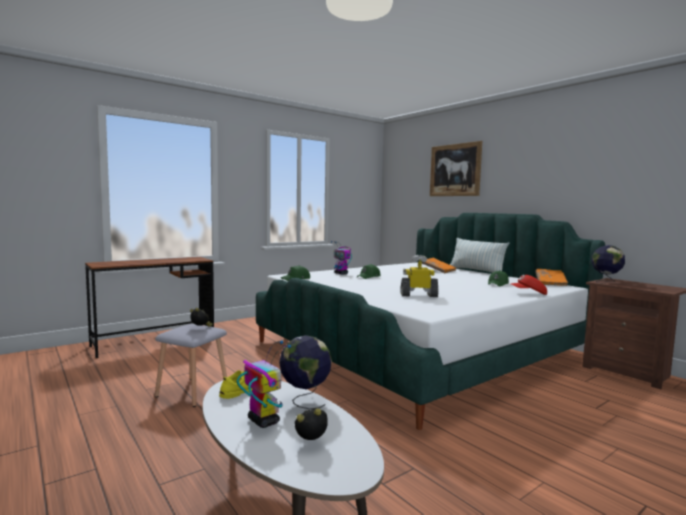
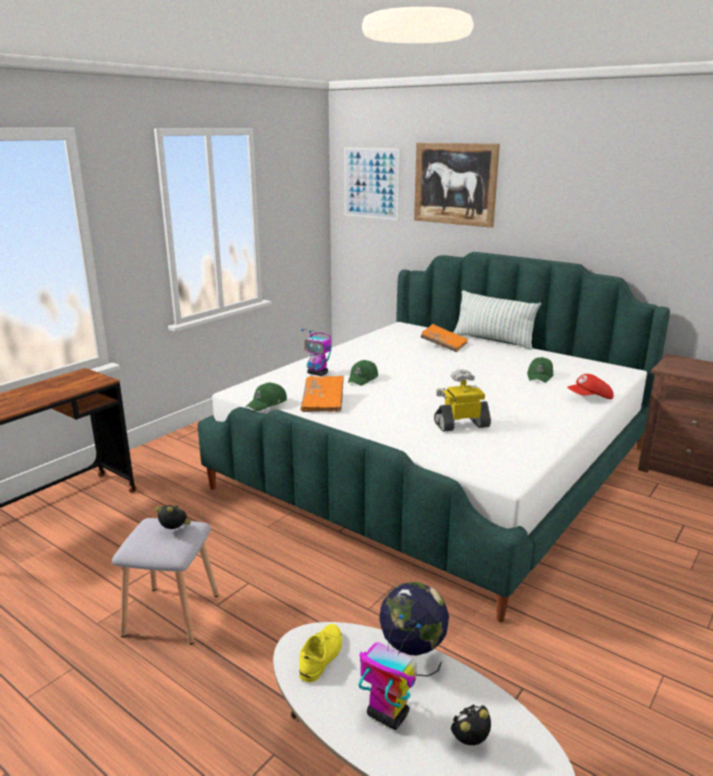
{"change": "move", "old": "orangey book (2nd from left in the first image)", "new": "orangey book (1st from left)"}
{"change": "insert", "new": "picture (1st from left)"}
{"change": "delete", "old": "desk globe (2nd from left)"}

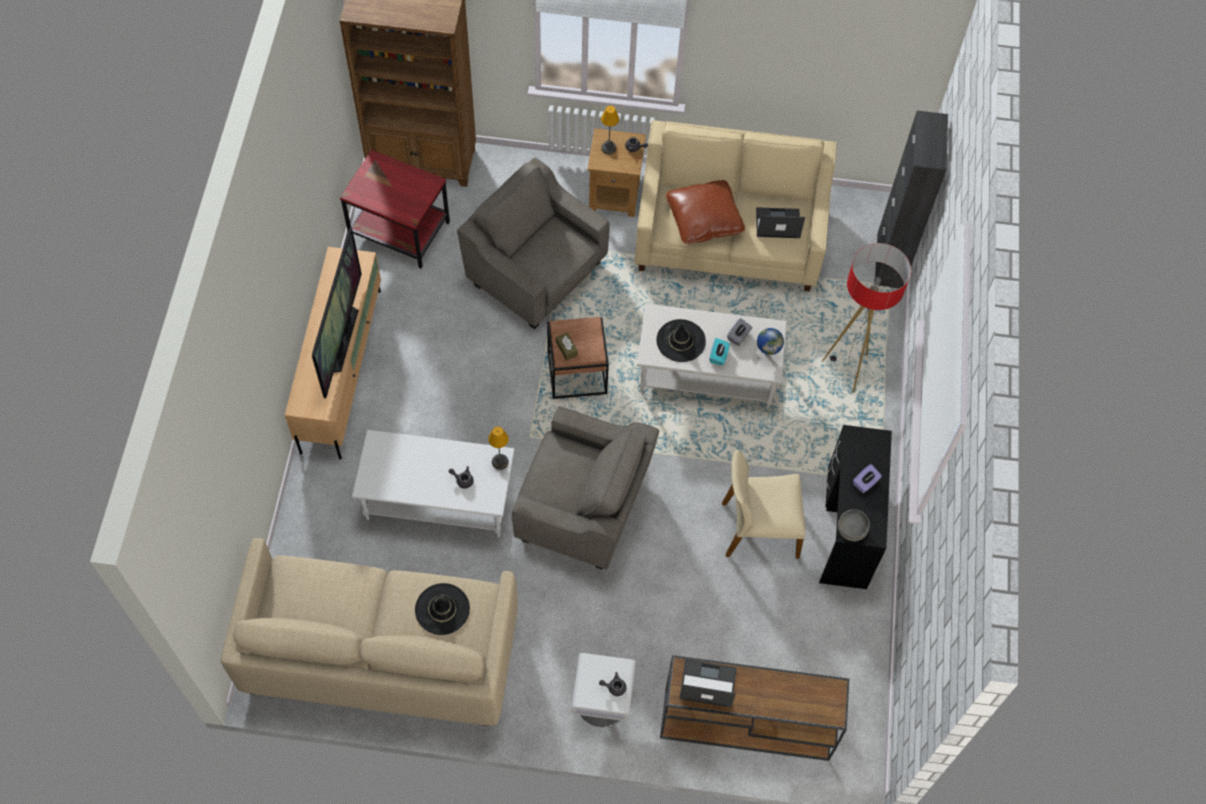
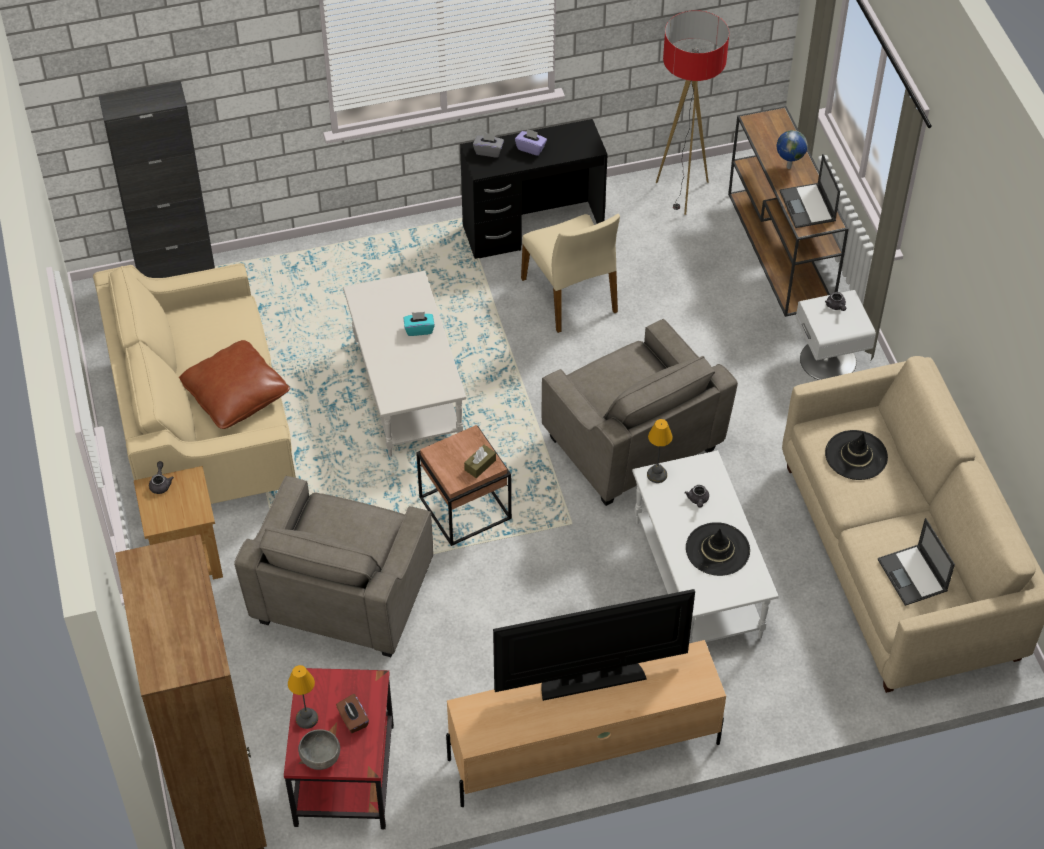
{"change": "move", "old": "lamp for a table (2nd from left in the first image)", "new": "lamp for a table (1st from left)"}
{"change": "move", "old": "gray deep dish"}
{"change": "insert", "new": "brown-coloured tissue holder (1st from left)"}
{"change": "move", "old": "gray tissue holder"}
{"change": "rotate", "old": "gray armchair (2nd from left)", "degrees": 150}
{"change": "move", "old": "standing lamp"}
{"change": "move", "old": "black clothing hat (2nd from left in the first image)", "new": "black clothing hat (1st from left)"}
{"change": "move", "old": "desk globe"}
{"change": "move", "old": "notebook computer (2nd from left)"}

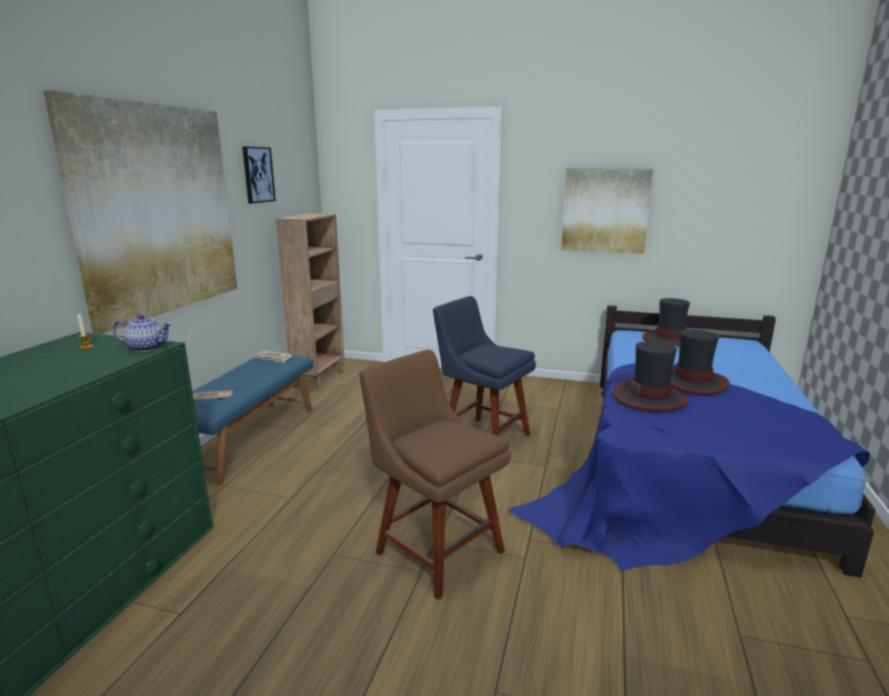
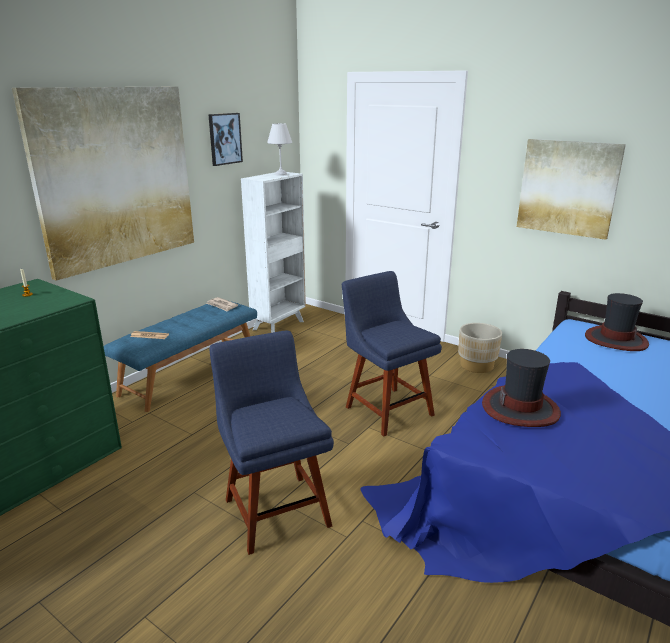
{"change": "recolor", "old": "brown-coloured upright chair", "new": "blue upright chair (1st from left)"}
{"change": "recolor", "old": "brown-coloured bookshelf", "new": "white-coloured bookshelf"}
{"change": "insert", "new": "white-coloured lamp for a table"}
{"change": "insert", "new": "beige planter"}
{"change": "delete", "old": "teapot"}
{"change": "delete", "old": "clothing hat (3rd from left)"}

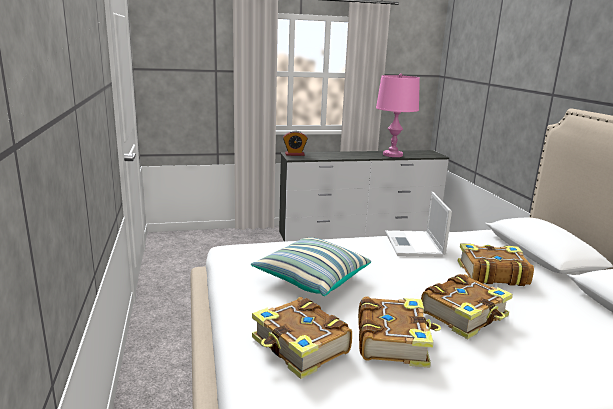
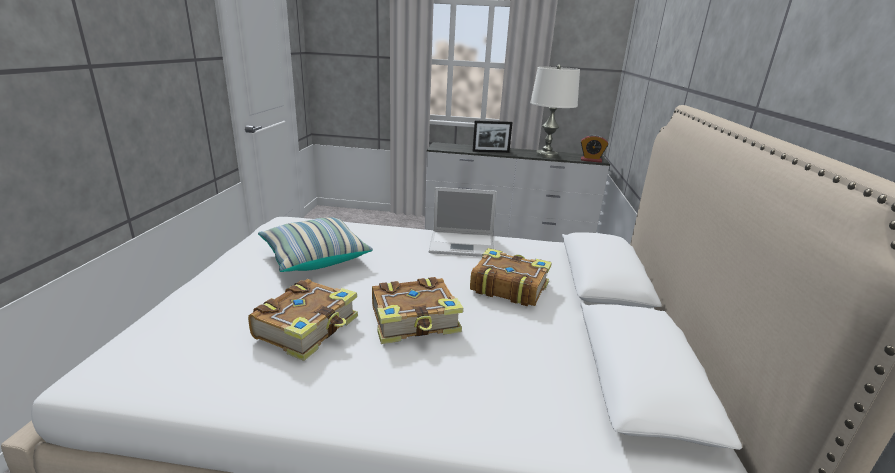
{"change": "rotate", "old": "notebook computer", "degrees": -105}
{"change": "insert", "new": "picture frame"}
{"change": "recolor", "old": "pinkish lamp for a table", "new": "white-coloured lamp for a table"}
{"change": "move", "old": "table clock"}
{"change": "delete", "old": "book (1st from left)"}

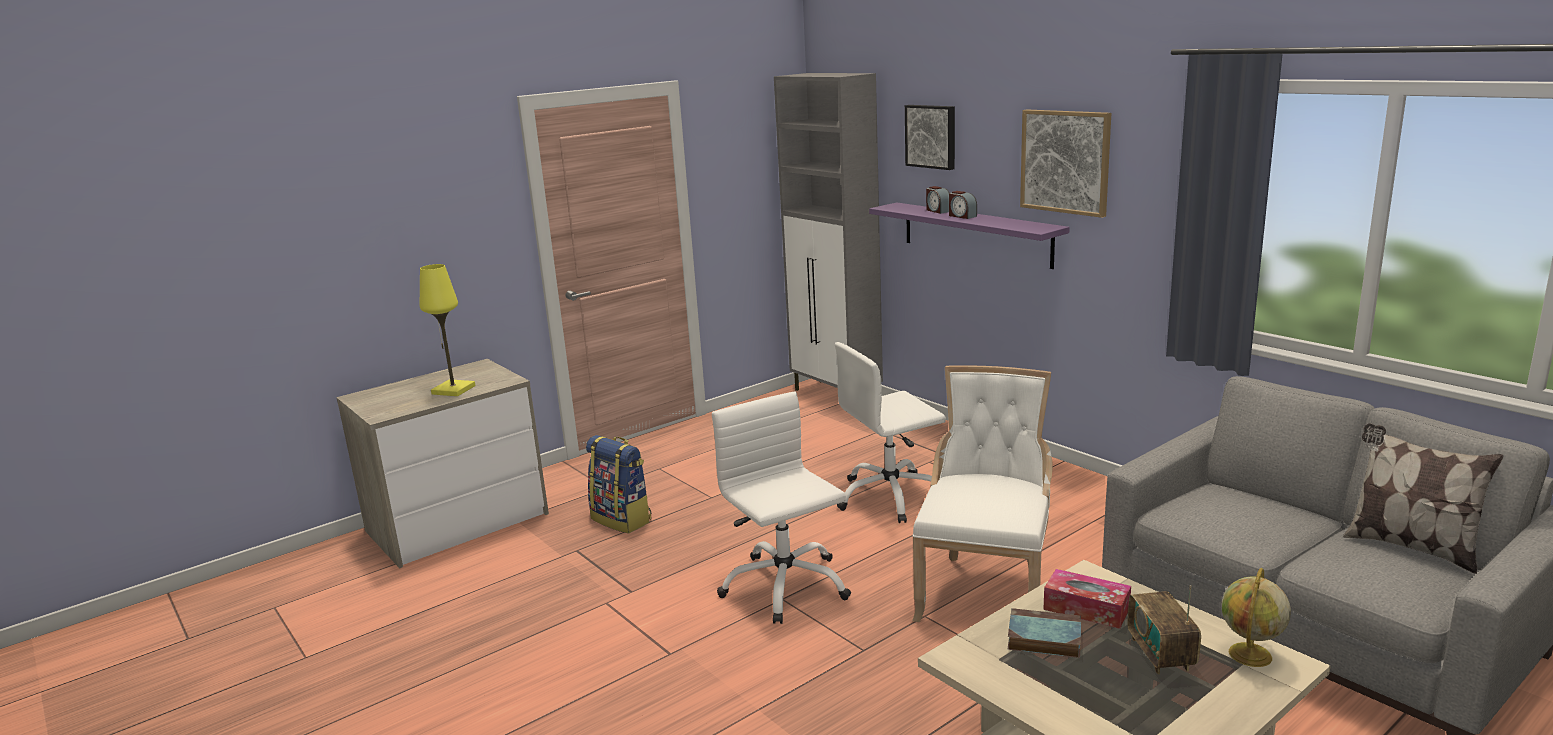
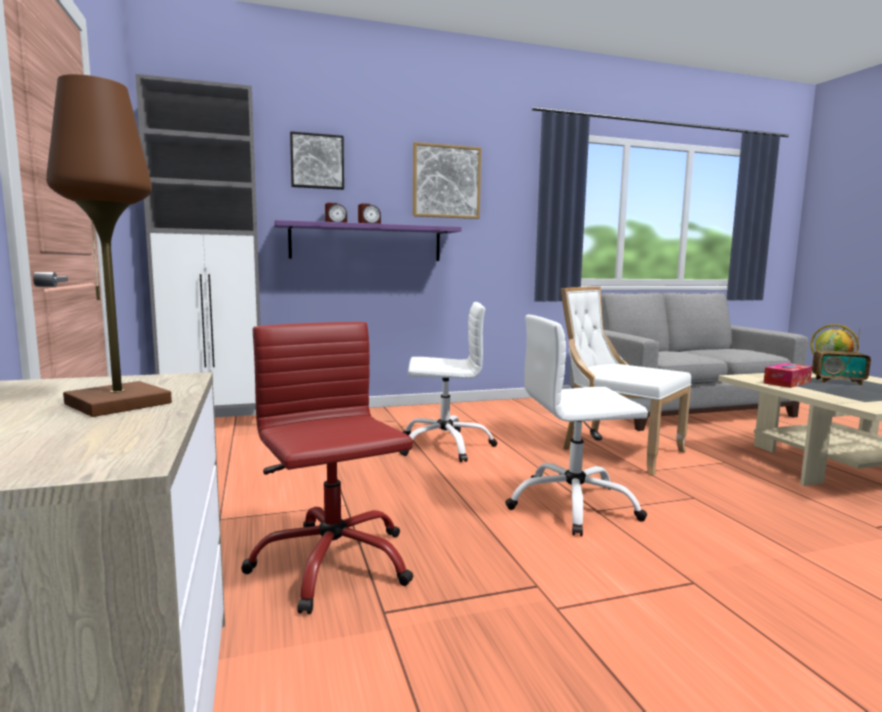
{"change": "recolor", "old": "yellow lamp for a table", "new": "brown-coloured lamp for a table"}
{"change": "replace", "old": "knapsack", "new": "red computer chair"}
{"change": "rotate", "old": "white-coloured computer chair (2nd from left in the first image)", "degrees": -90}
{"change": "delete", "old": "book"}
{"change": "delete", "old": "throw pillow"}

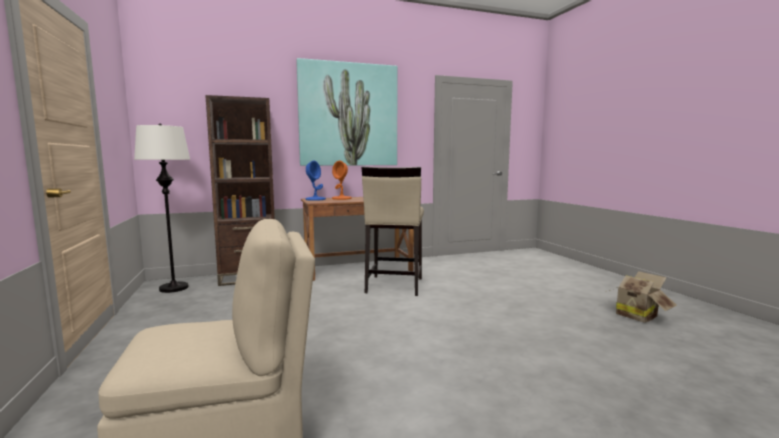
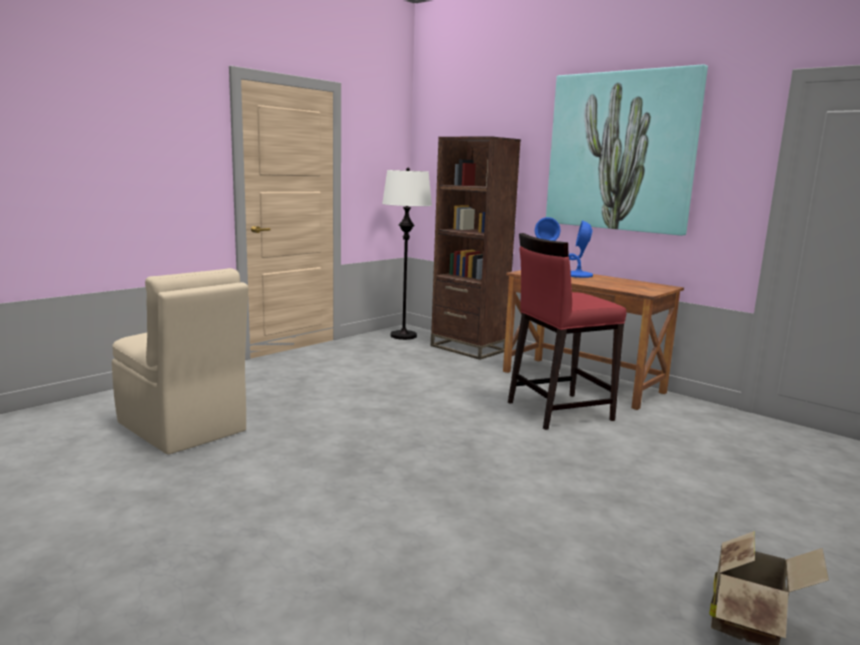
{"change": "recolor", "old": "beige stool", "new": "red stool"}
{"change": "recolor", "old": "orangey lamp for a table", "new": "blue lamp for a table (2nd from left)"}

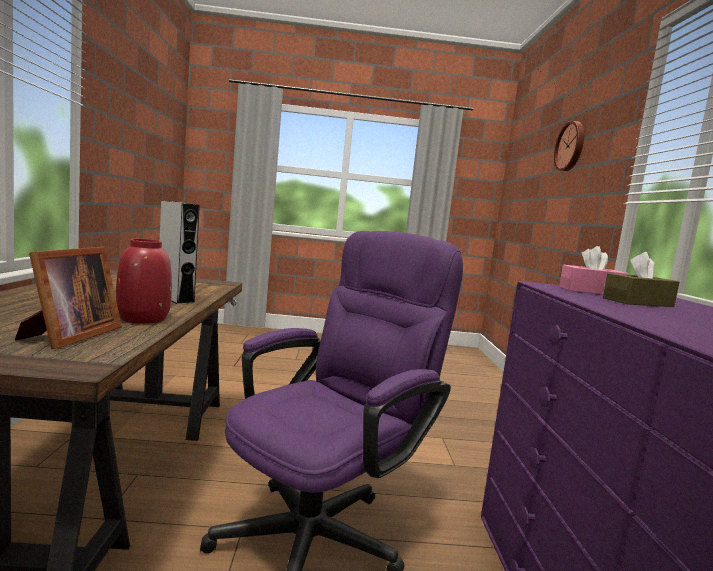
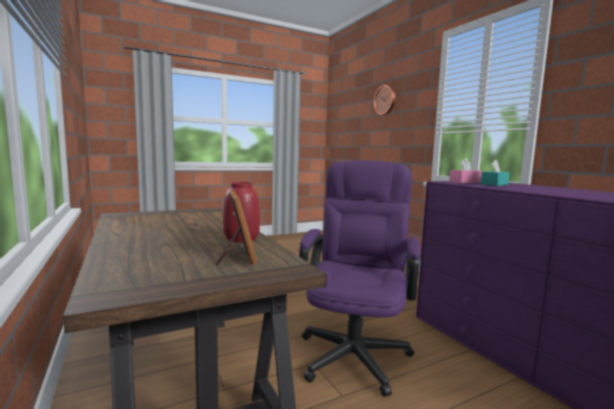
{"change": "recolor", "old": "brown-coloured tissue holder", "new": "blue-green tissue holder"}
{"change": "delete", "old": "gray speaker"}

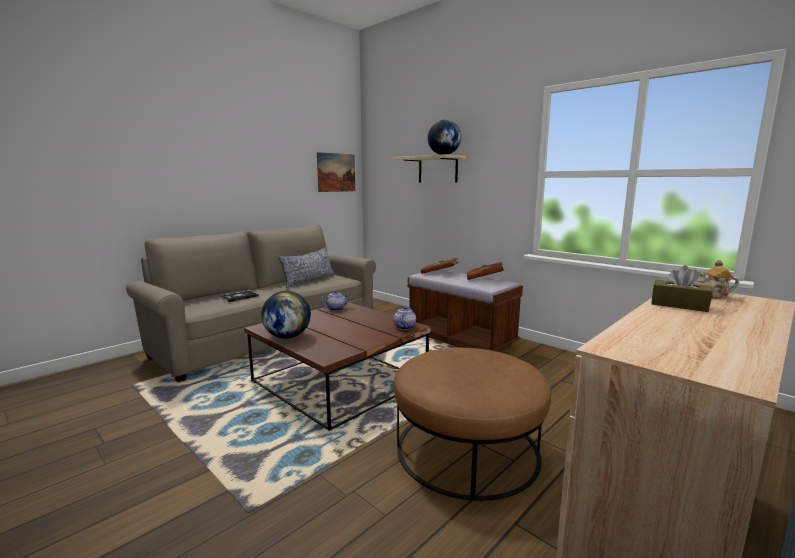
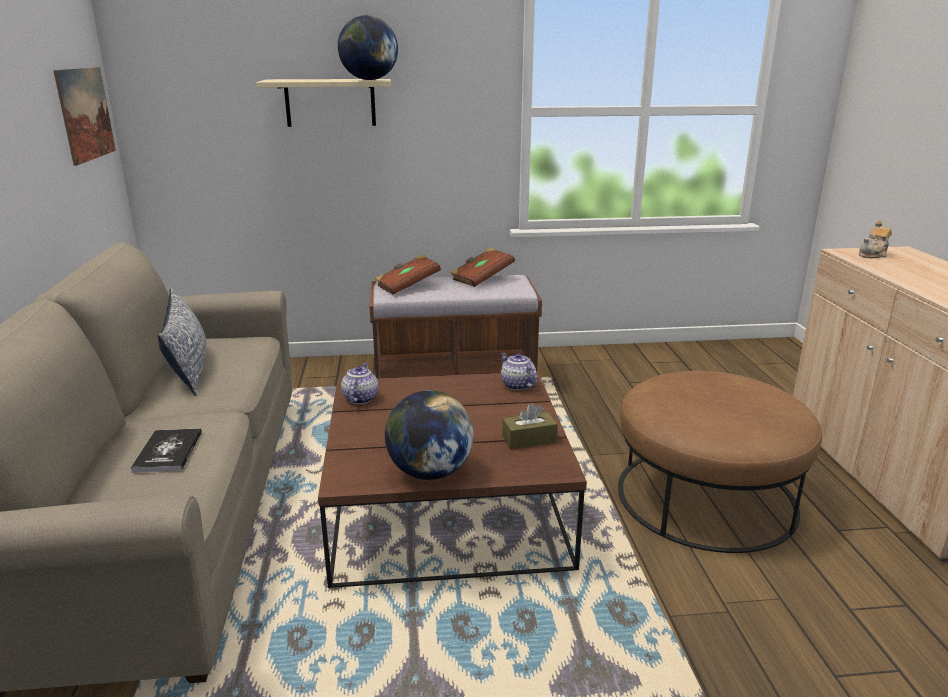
{"change": "move", "old": "brown-coloured tissue holder"}

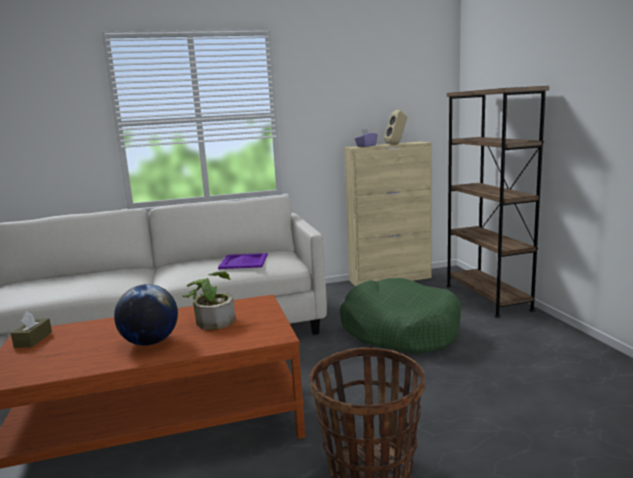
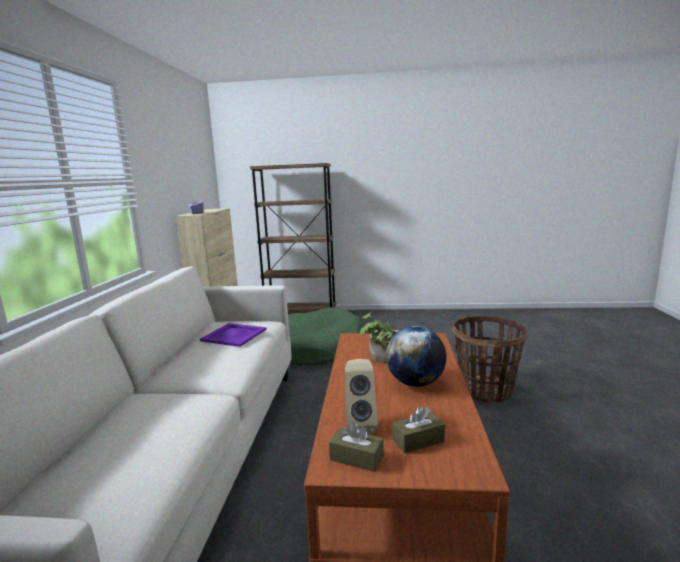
{"change": "move", "old": "beige speaker"}
{"change": "insert", "new": "brown-coloured tissue holder (2nd from left)"}

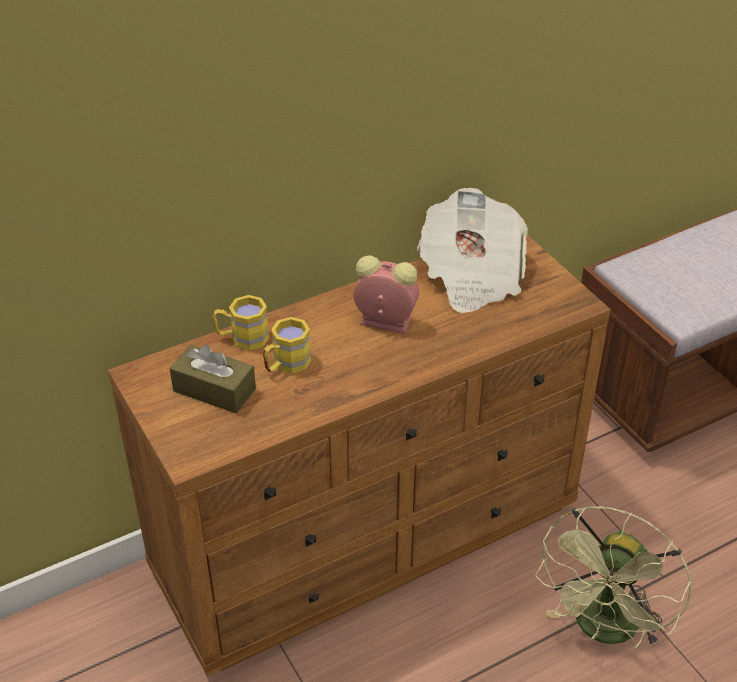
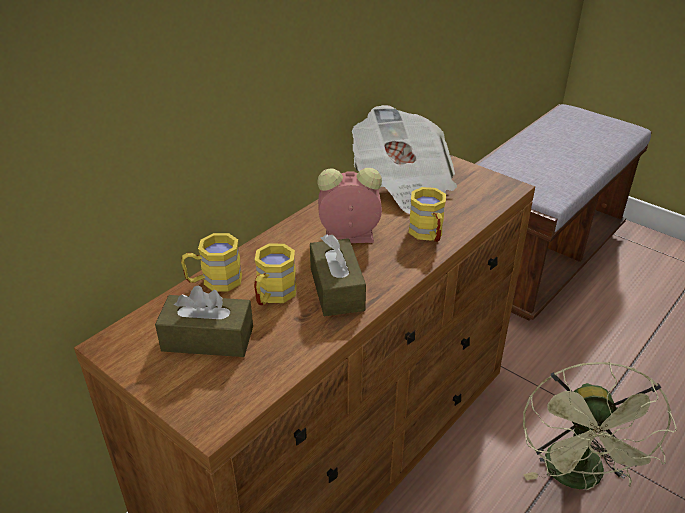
{"change": "insert", "new": "brown-coloured tissue holder (2nd from left)"}
{"change": "insert", "new": "yellow coffee mug (3rd from left)"}

